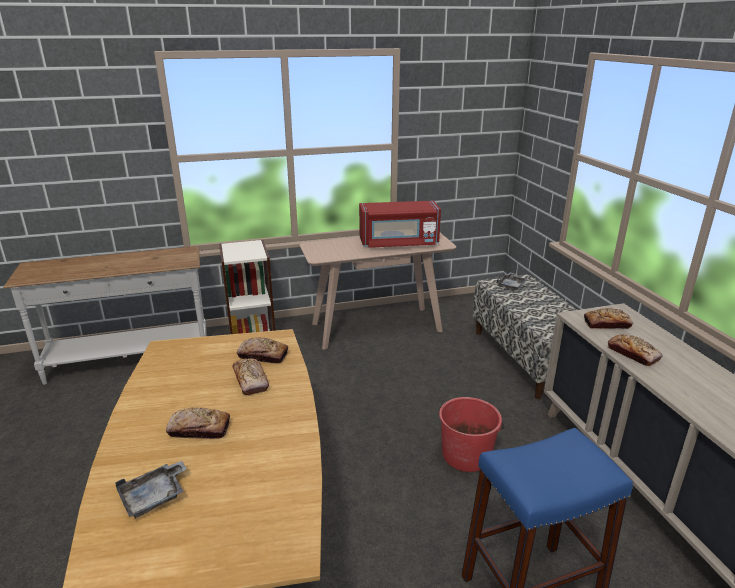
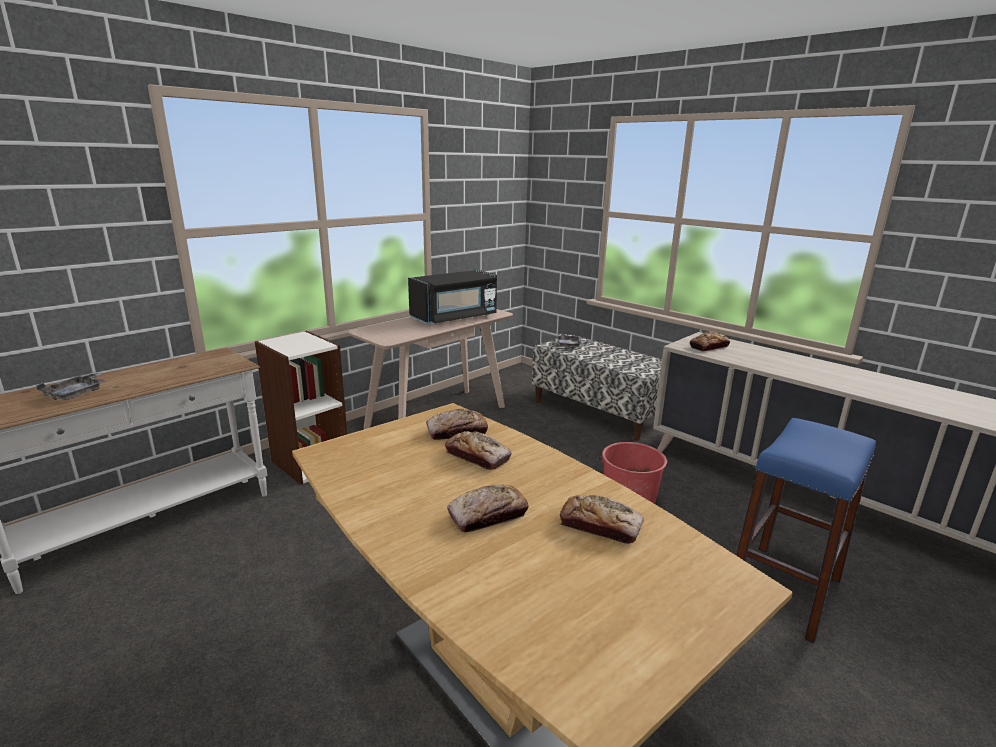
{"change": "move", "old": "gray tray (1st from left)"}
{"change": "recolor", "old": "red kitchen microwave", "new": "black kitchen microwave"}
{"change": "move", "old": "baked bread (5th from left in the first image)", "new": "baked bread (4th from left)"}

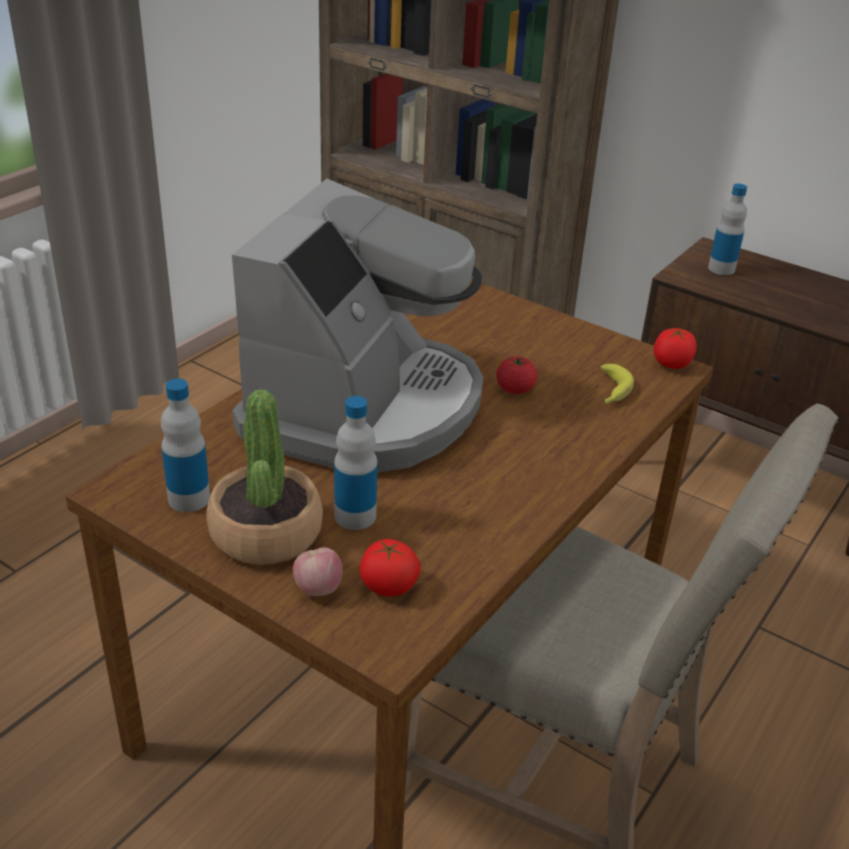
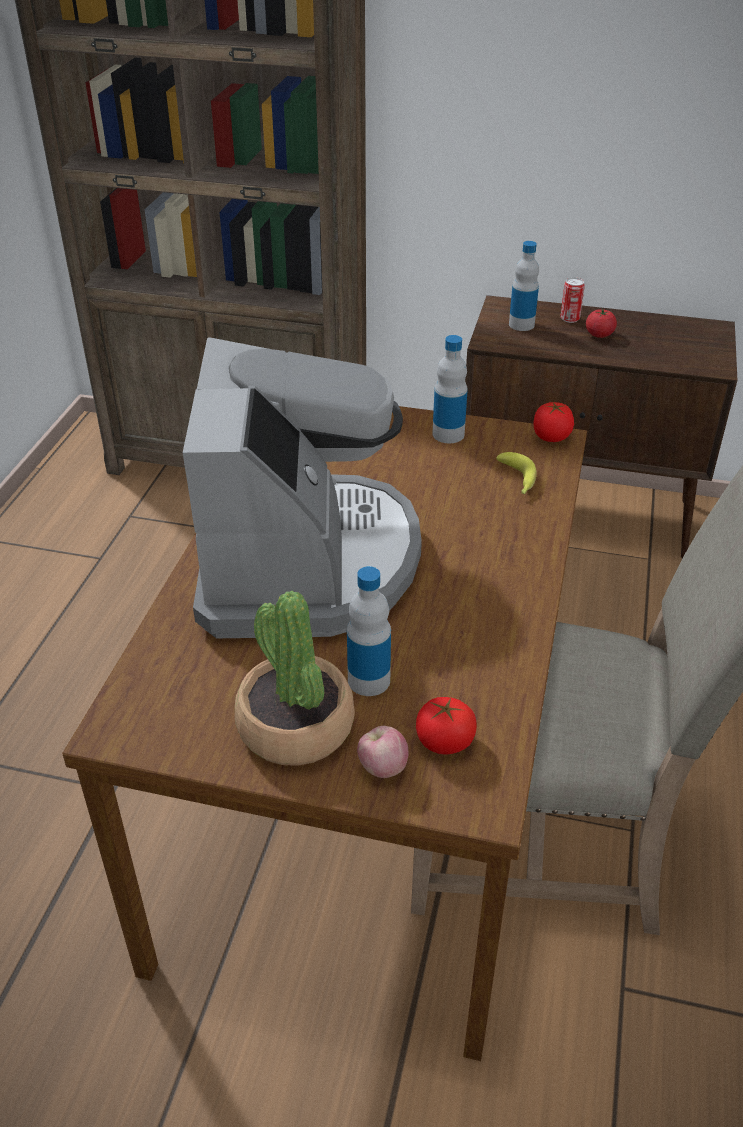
{"change": "move", "old": "bottle (1st from left in the first image)", "new": "bottle (2nd from left)"}
{"change": "insert", "new": "can"}
{"change": "move", "old": "tomato (2nd from left in the first image)", "new": "tomato (3rd from left)"}

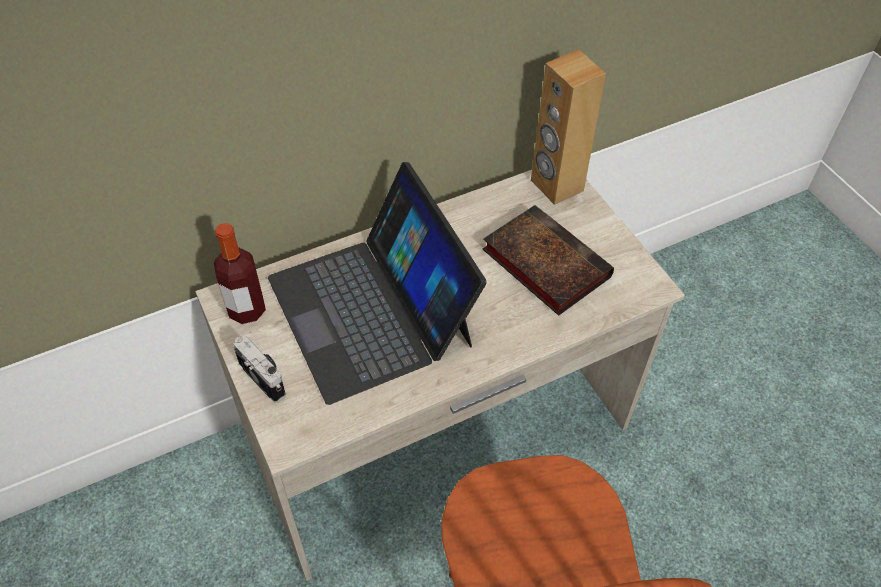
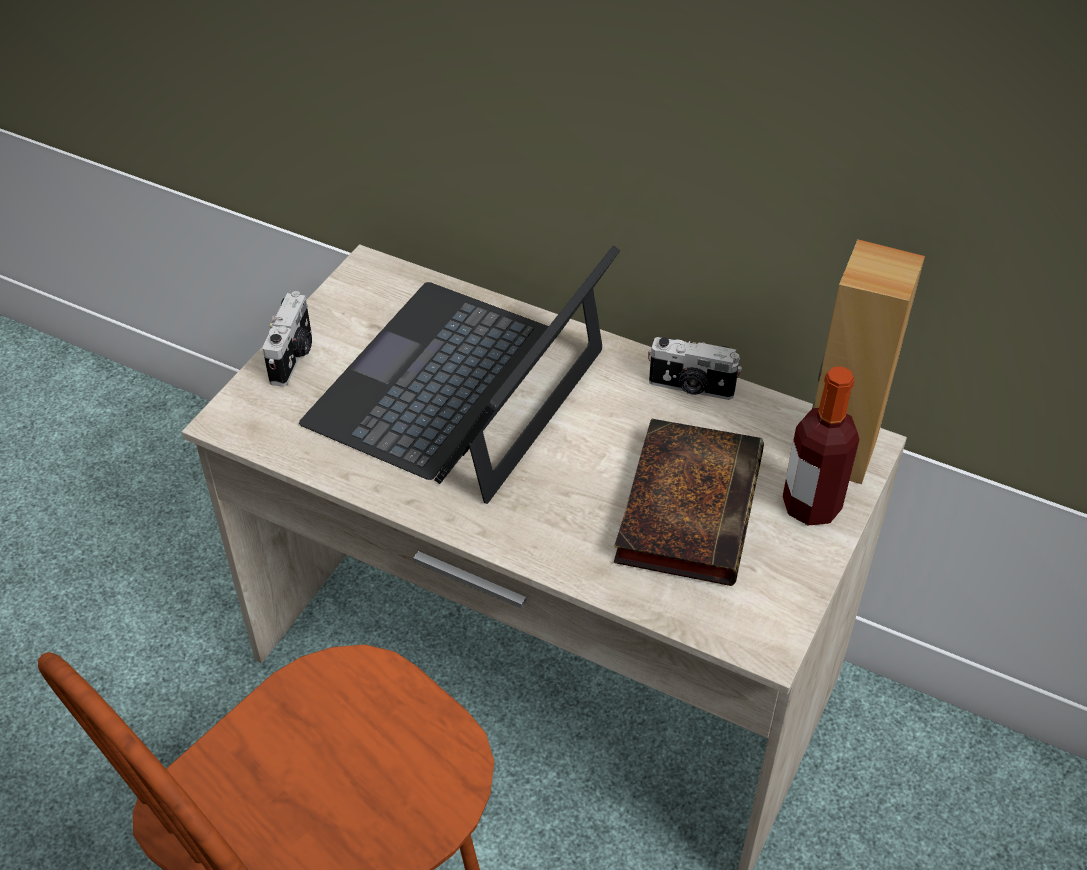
{"change": "insert", "new": "photo camera (2nd from left)"}
{"change": "move", "old": "bottle"}

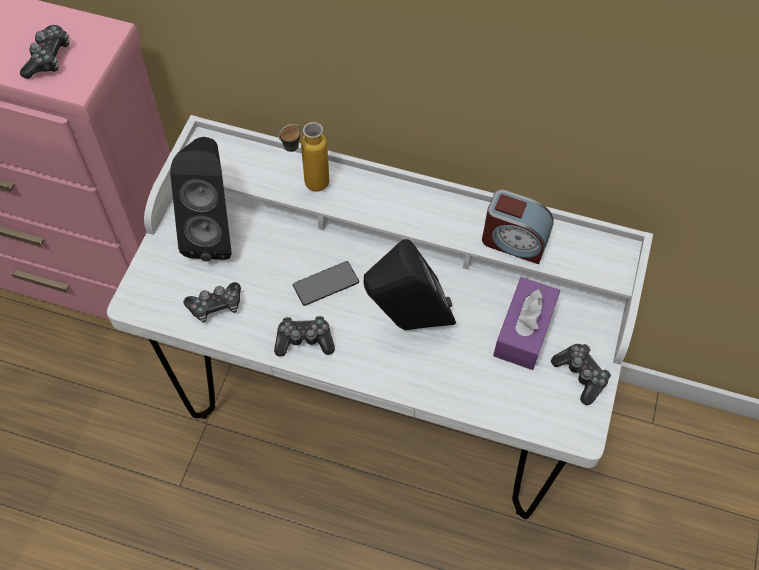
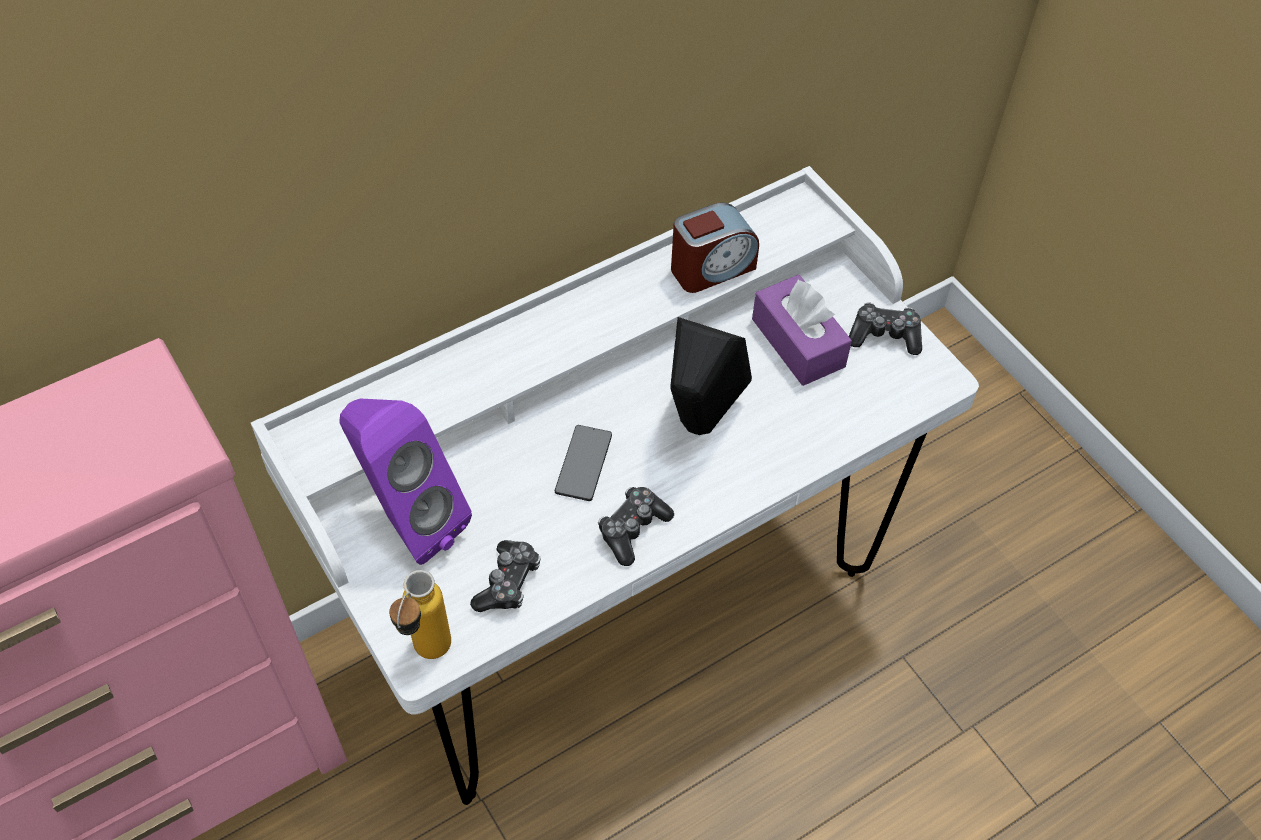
{"change": "recolor", "old": "black speaker (1st from left)", "new": "purple speaker"}
{"change": "move", "old": "bottle"}
{"change": "delete", "old": "joypad (1st from left)"}

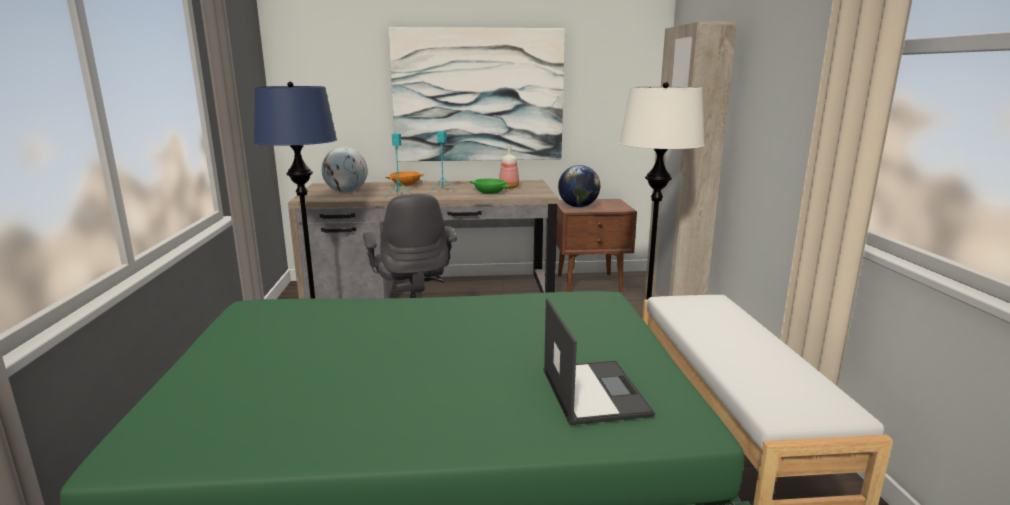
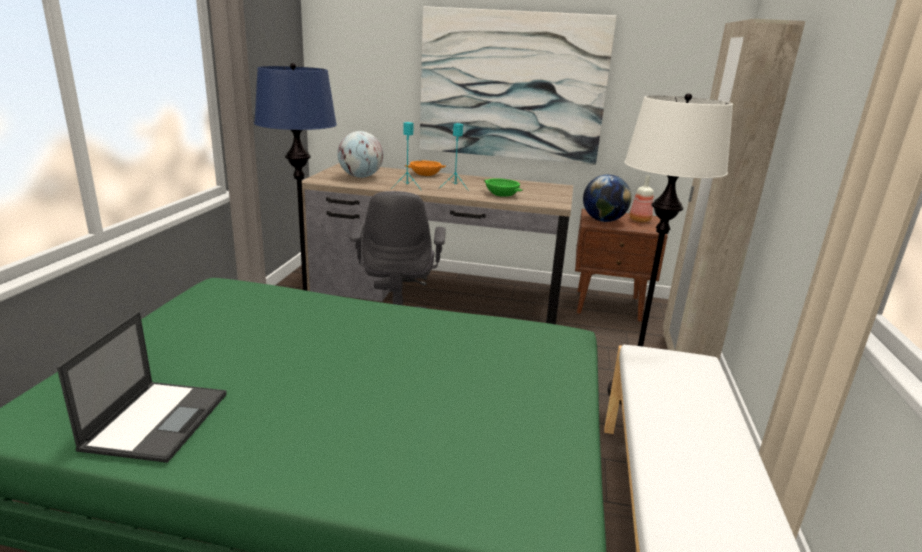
{"change": "move", "old": "notebook computer"}
{"change": "move", "old": "bottle"}

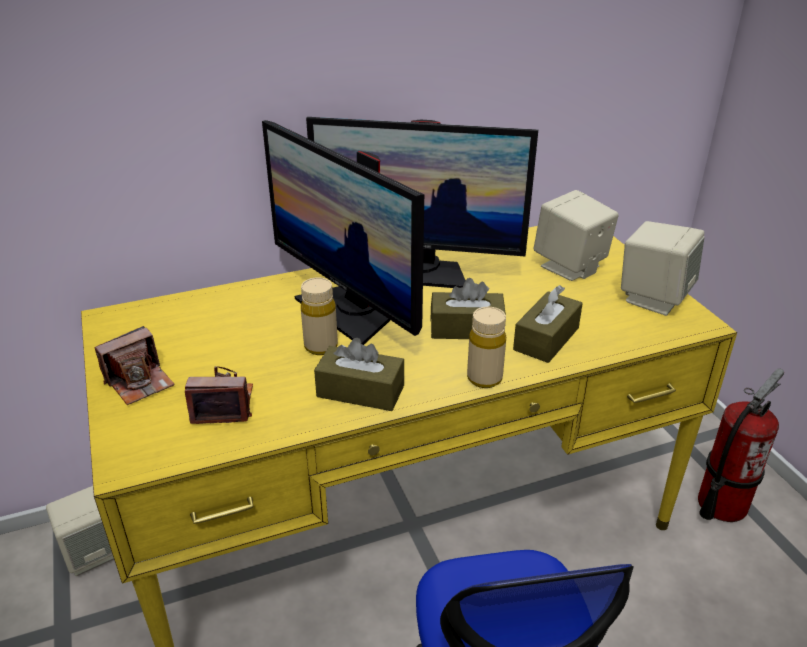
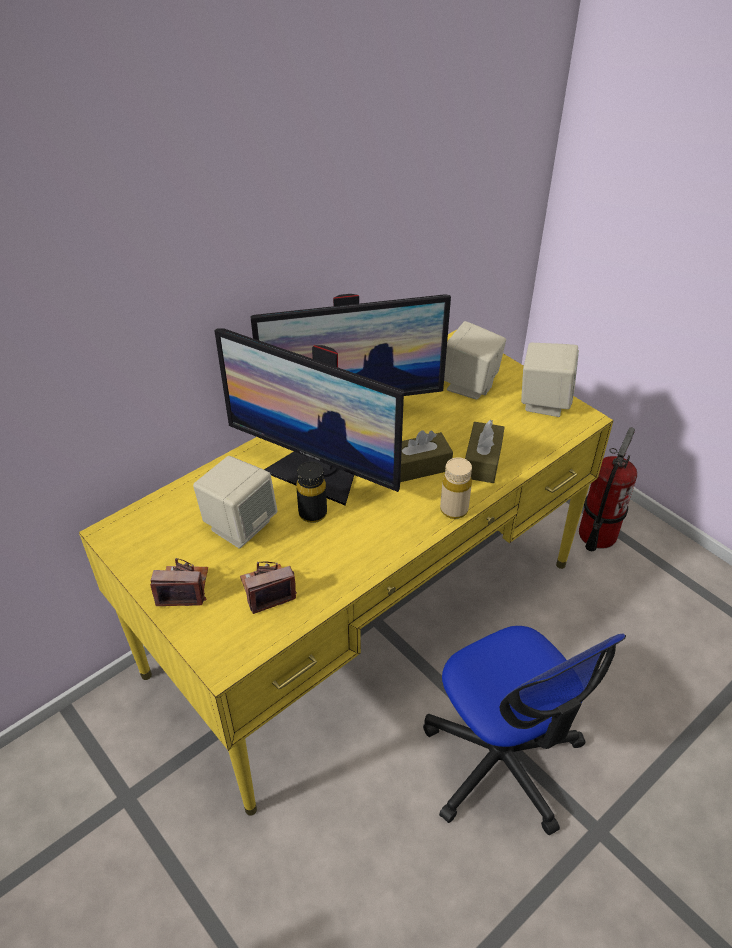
{"change": "rotate", "old": "photo camera (1st from left)", "degrees": -120}
{"change": "move", "old": "beige speaker (1st from left)"}
{"change": "recolor", "old": "beige bottle (1st from left)", "new": "black bottle"}
{"change": "delete", "old": "brown-coloured tissue holder (1st from left)"}

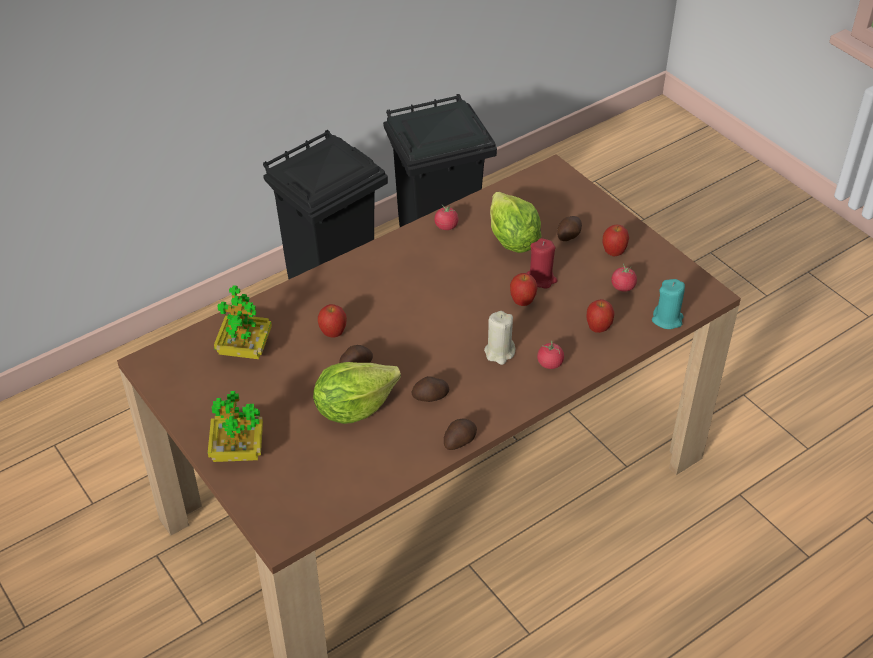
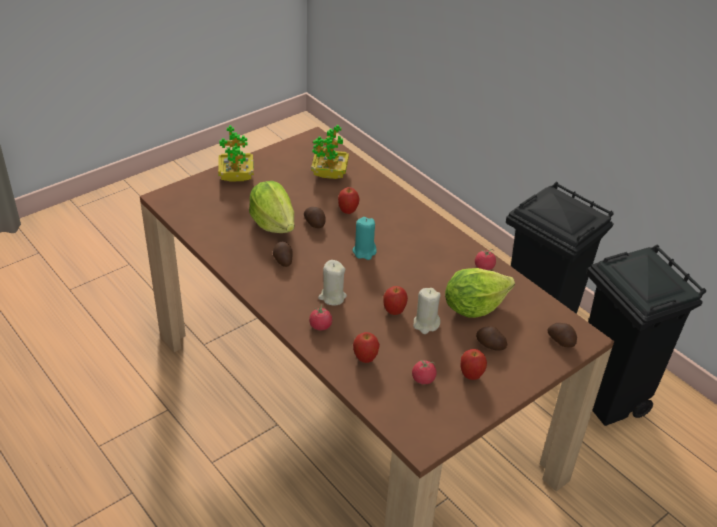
{"change": "move", "old": "blue-green wax light"}
{"change": "recolor", "old": "red wax light", "new": "beige wax light (2nd from left)"}
{"change": "move", "old": "whole potato (3rd from left in the first image)", "new": "whole potato (4th from left)"}

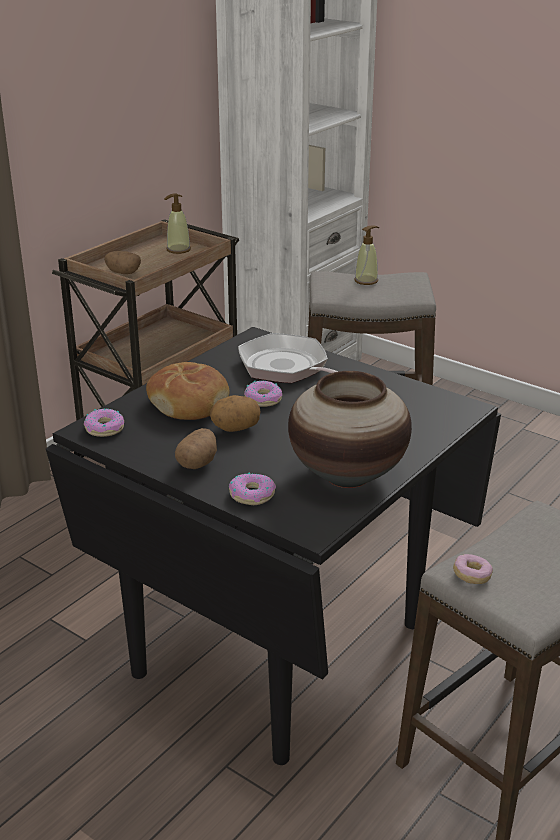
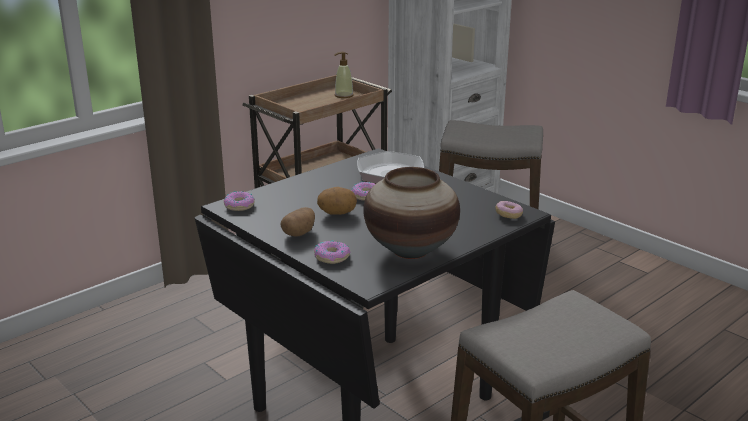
{"change": "move", "old": "donut (4th from left)"}
{"change": "delete", "old": "whole potato (1st from left)"}
{"change": "delete", "old": "baked bread"}
{"change": "delete", "old": "soap dispenser (2nd from left)"}

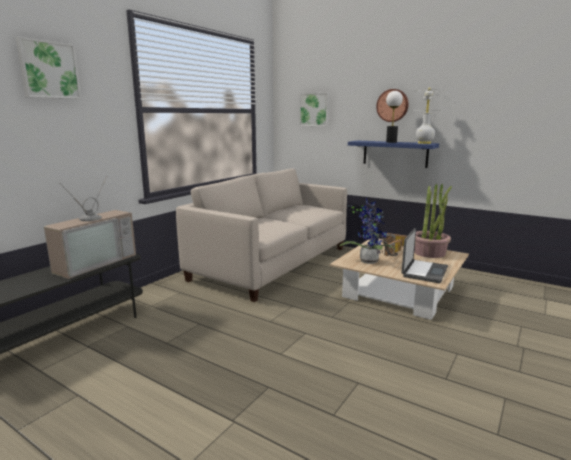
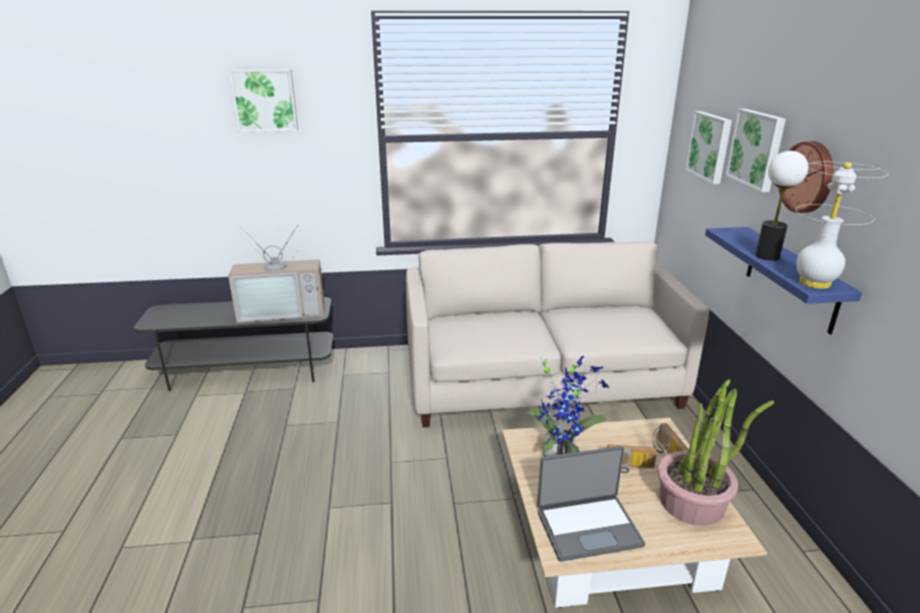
{"change": "insert", "new": "picture (3rd from left)"}

